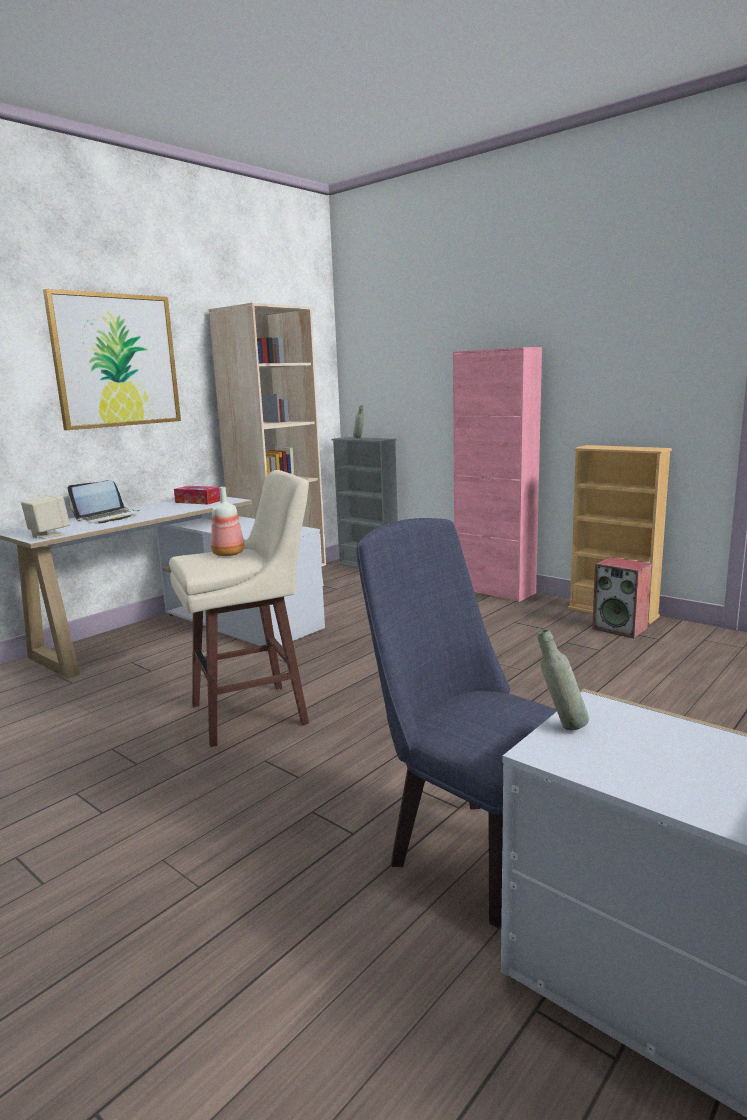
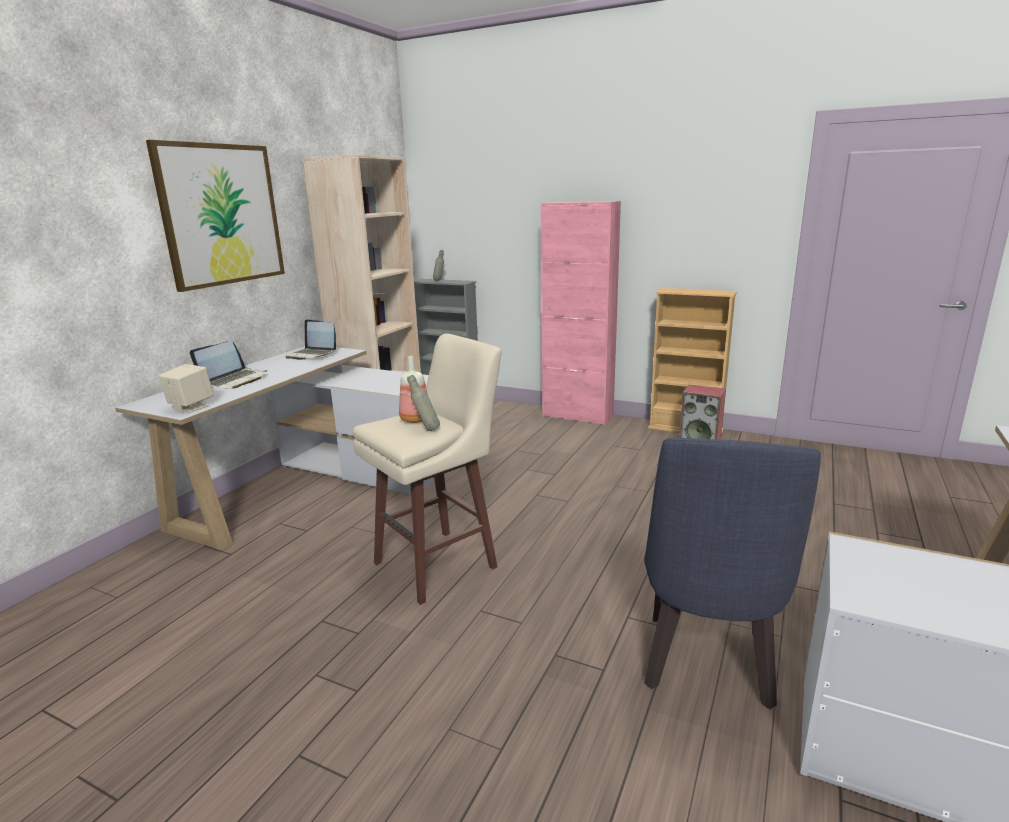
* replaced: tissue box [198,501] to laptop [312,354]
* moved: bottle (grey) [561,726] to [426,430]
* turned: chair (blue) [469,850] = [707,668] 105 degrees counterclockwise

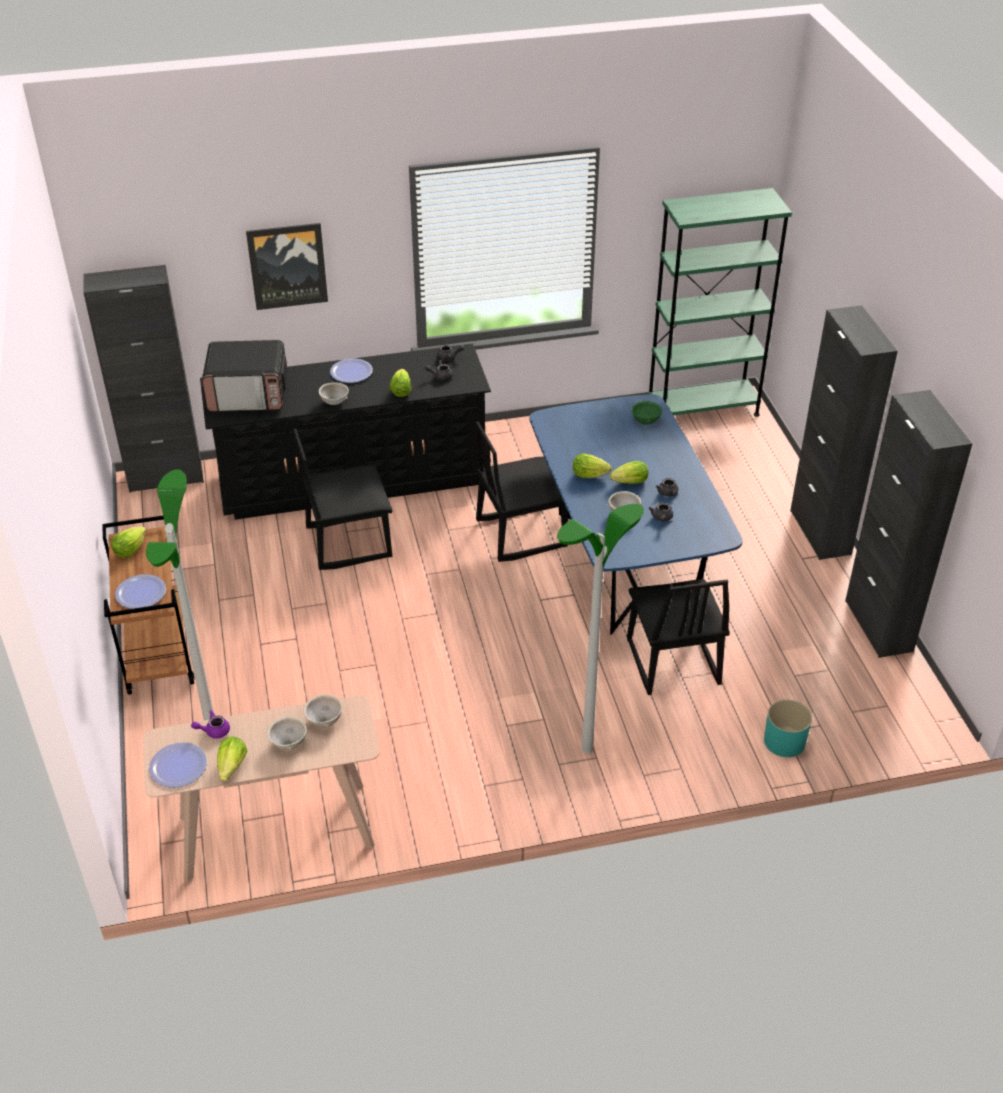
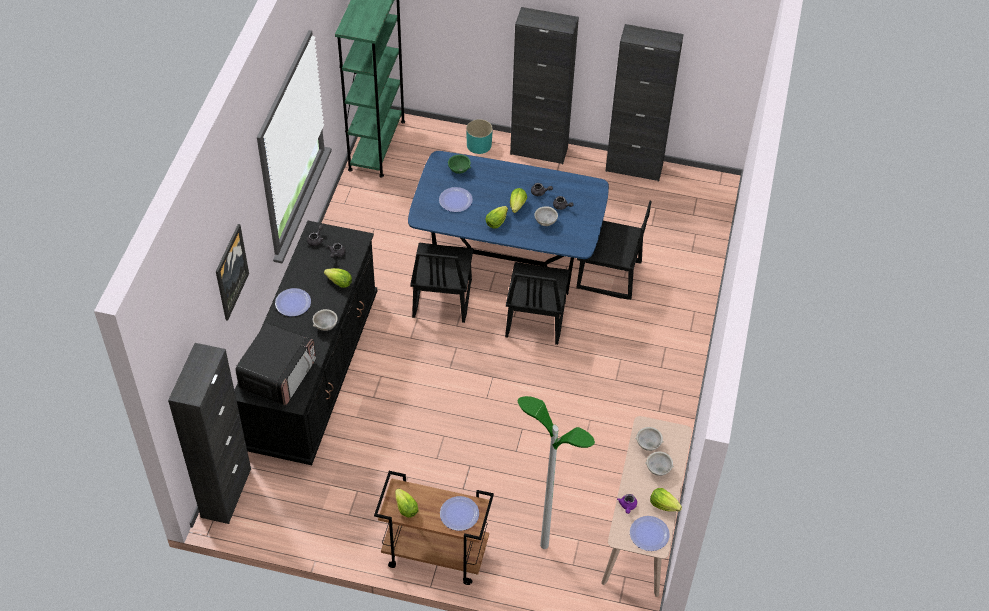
* added: plate [455,200]
* moved: planter (turquoise) [784,741] to [478,145]
* moved: chair (black) [348,542] to [534,319]
* removed: floor lamp [587,749]

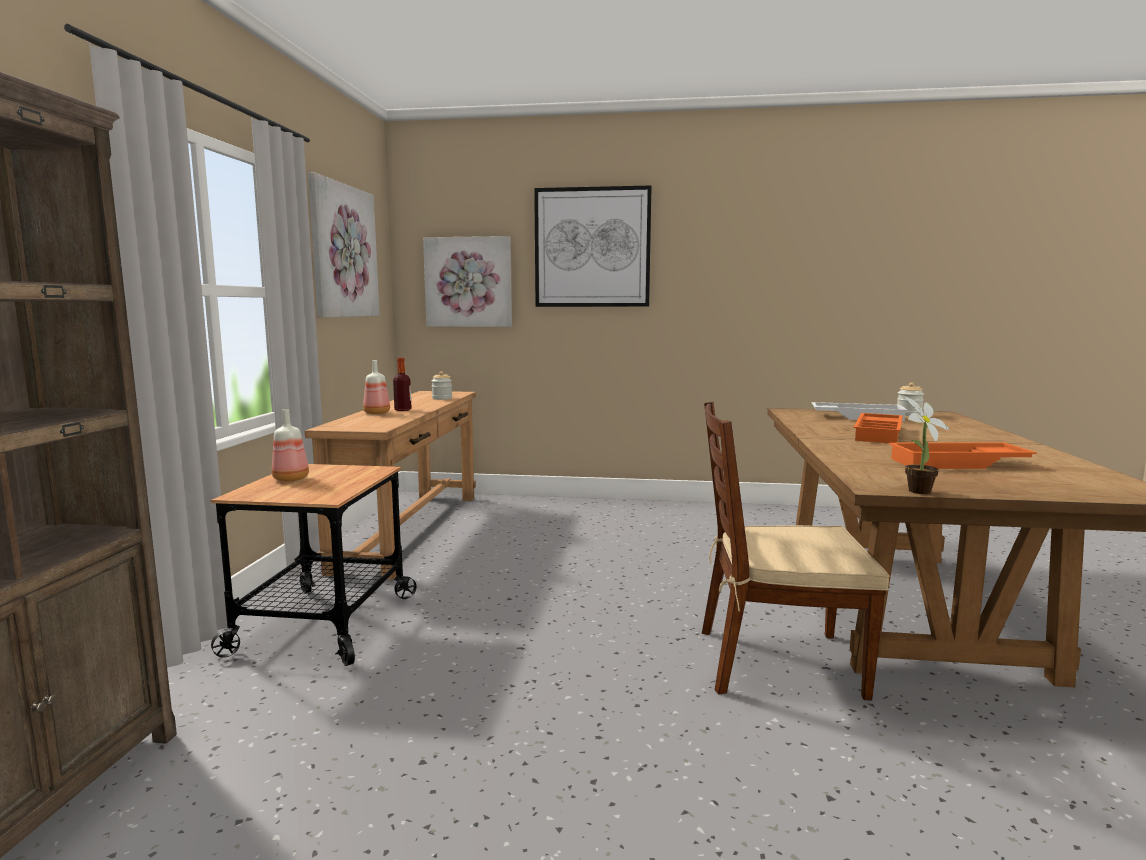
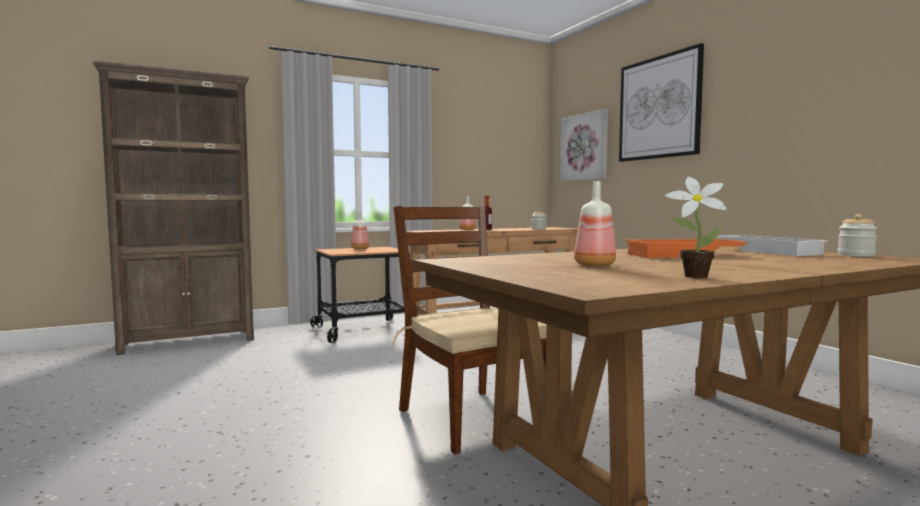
* replaced: tray (orange) [958,464] to bottle [593,265]
* moved: potted plant [916,491] to [691,276]
* removed: picture [344,251]

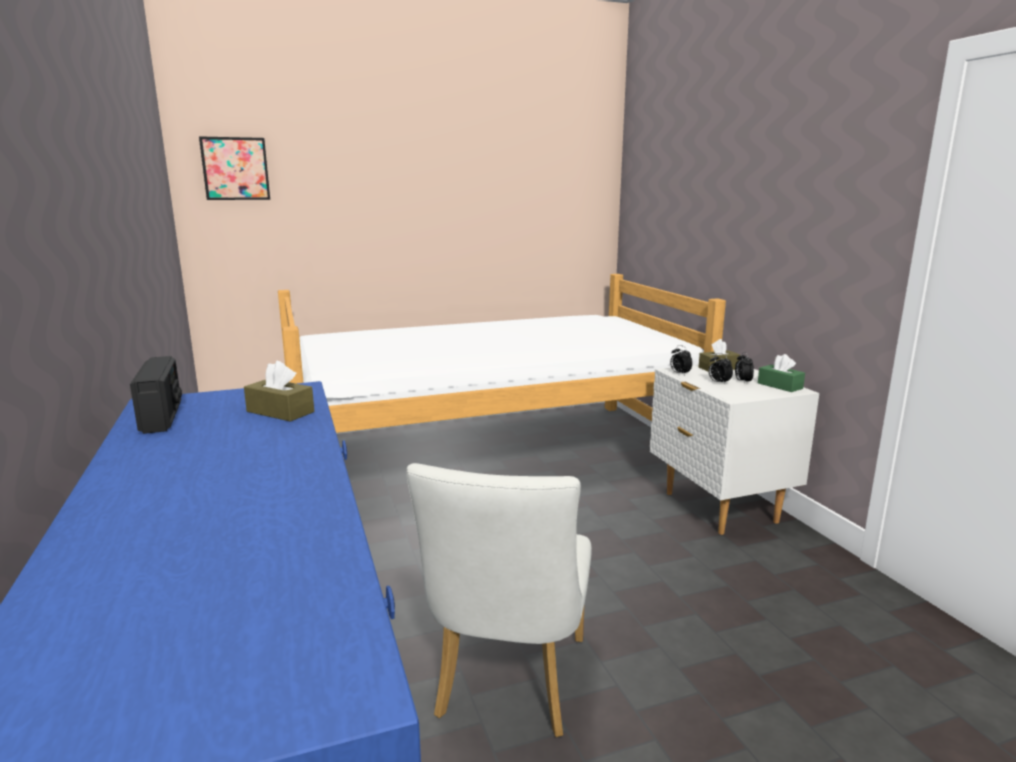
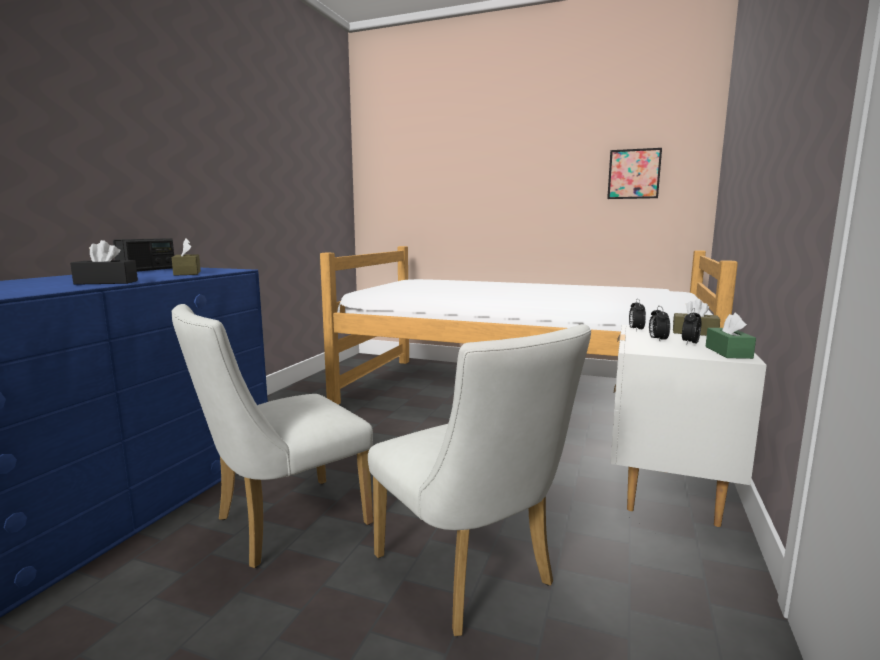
* added: tissue box (black) [106,282]
* added: chair (white) [471,577]
* moved: picture [235,168] to [634,174]

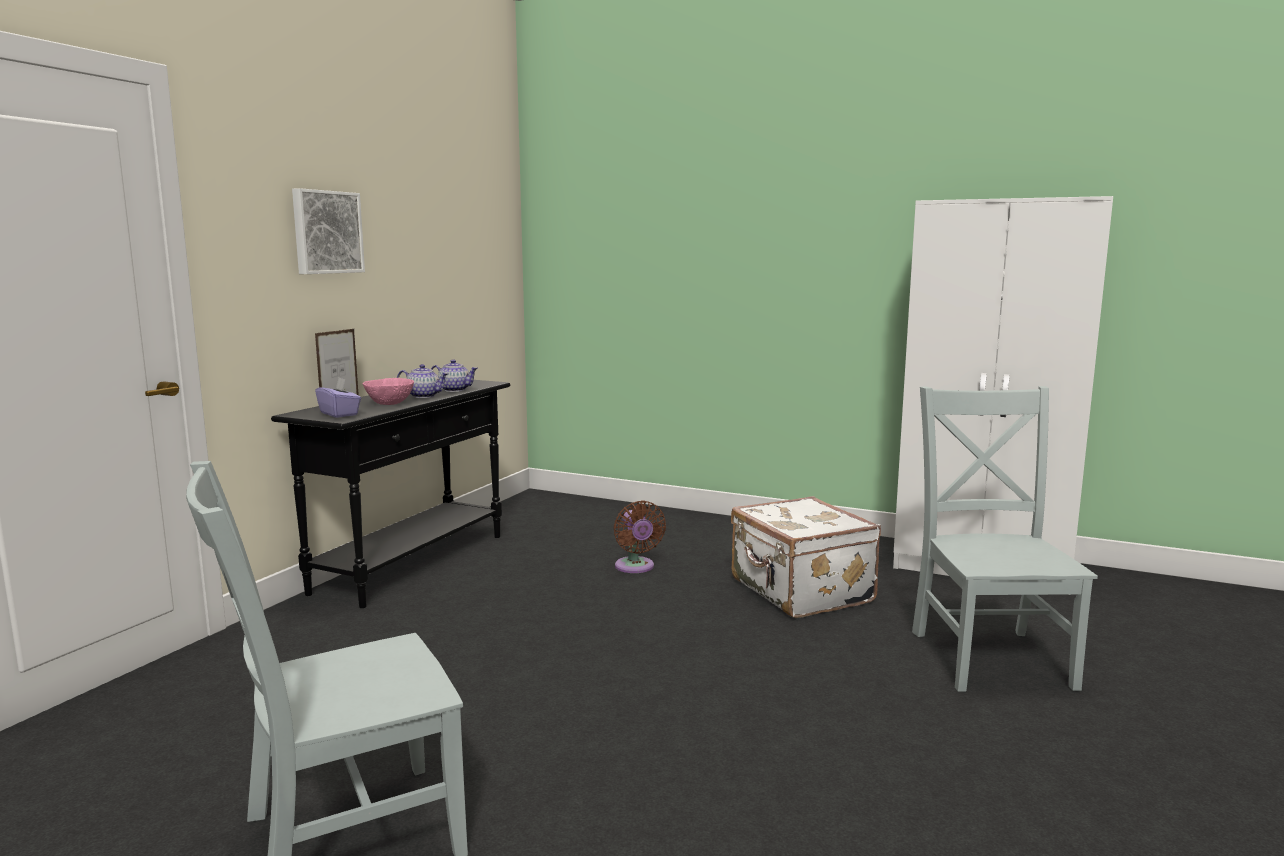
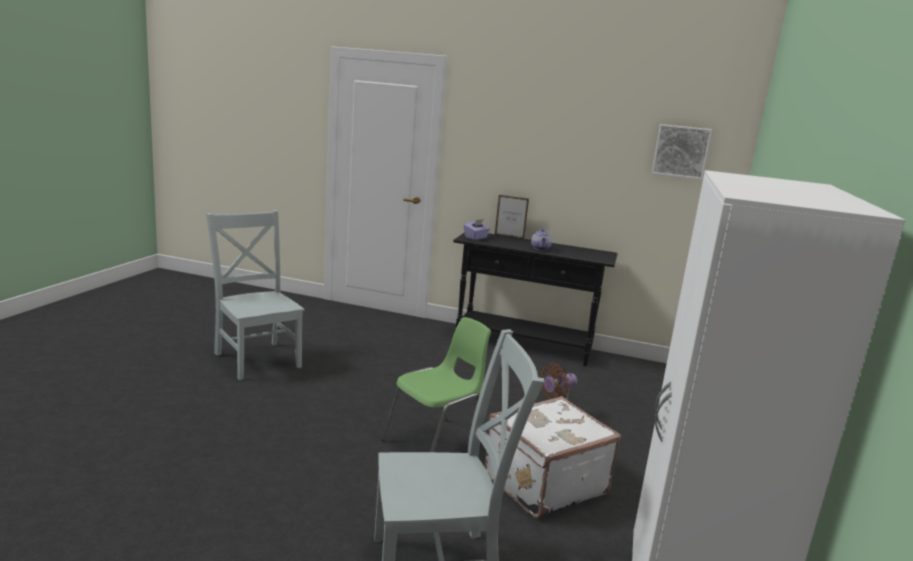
* added: chair (green) [437,444]
* moved: picture [326,232] to [680,151]
* removed: bowl (pink) [389,403]
* removed: teapot [454,390]

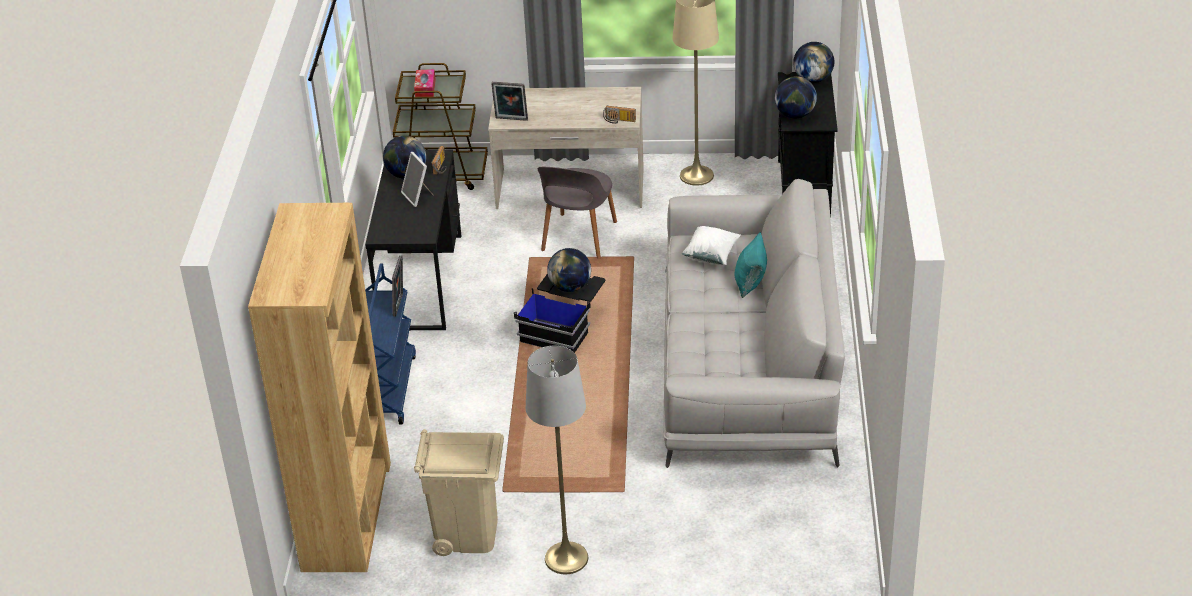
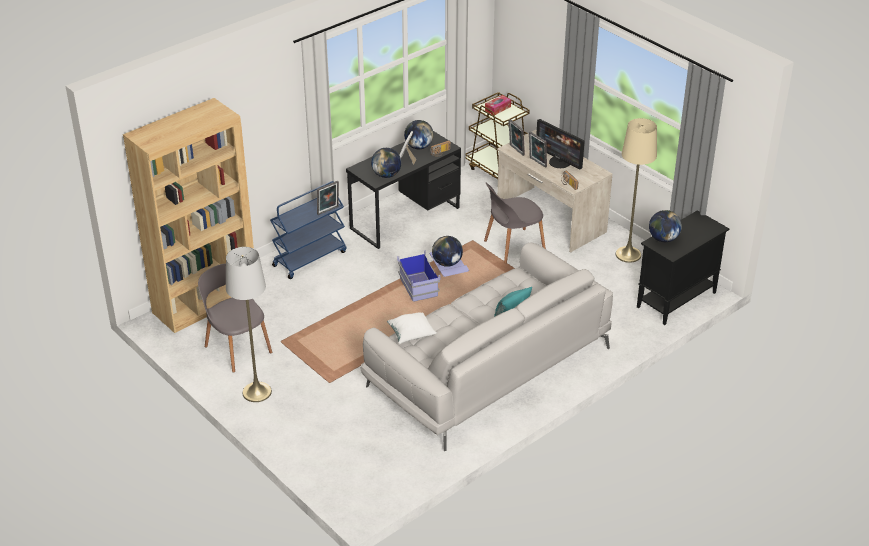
* replaced: trash can (beige) [467,533] to chair (grey) [237,348]
* moved: globe [813,79] to [386,175]
* moved: pillow (white) [711,256] to [411,335]
* recoloured: storage box (black) [563,325] to storage box (blue) [433,284]
* added: picture frame [537,162]
* added: monitor [560,162]

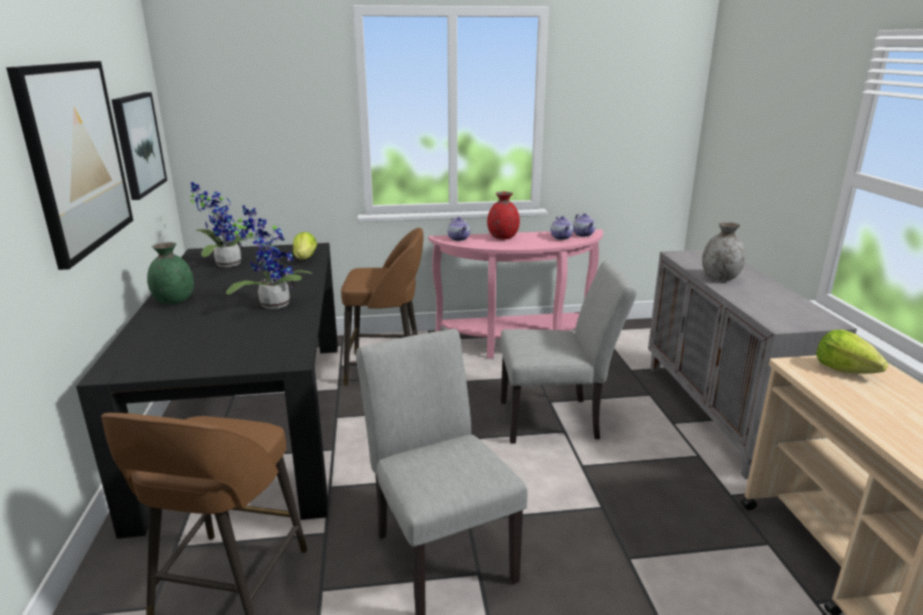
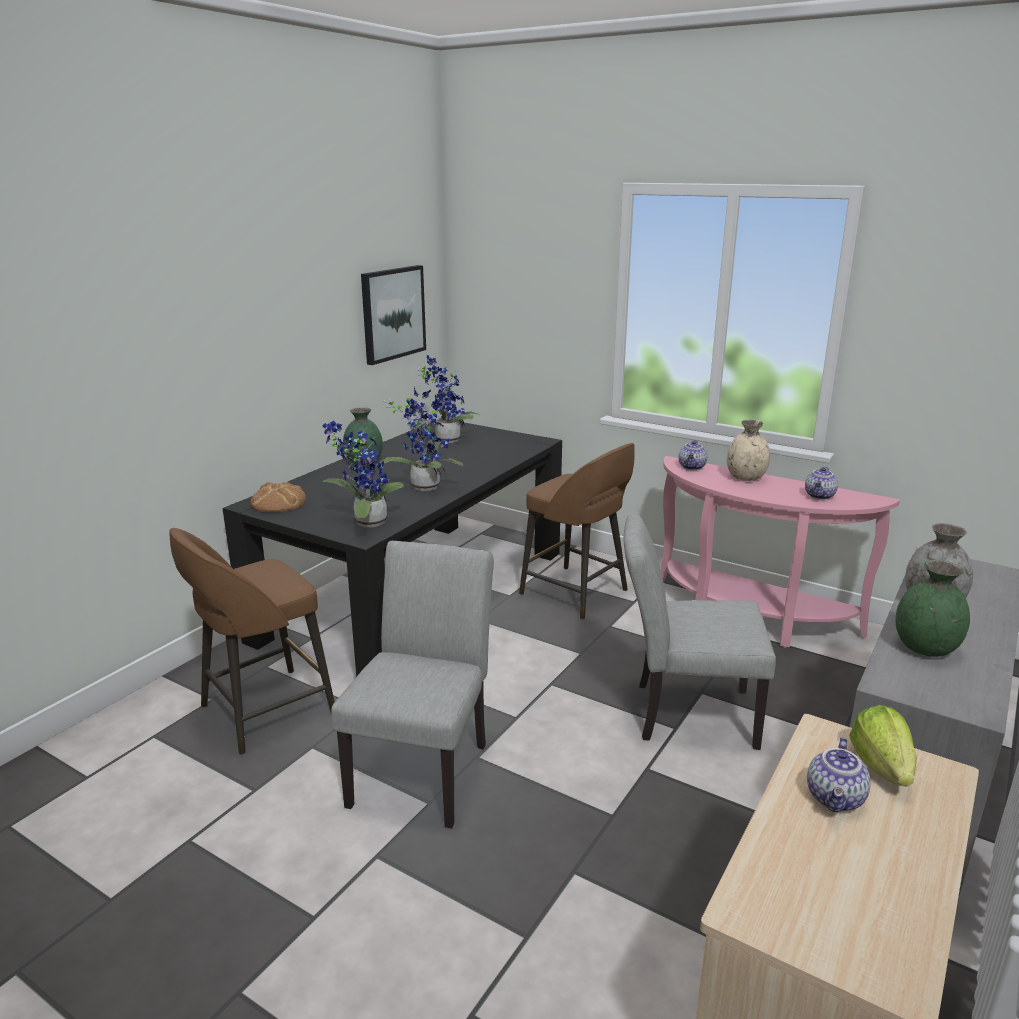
* added: bread [278,502]
* added: potted plant [366,522]
* turned: chair (grey) [557,420] = [684,714] 150 degrees clockwise
* recoloured: vase (red) [502,237] to vase (beige) [745,478]
* moved: teapot [583,234] to [836,799]
* added: vase (green) [925,648]
* removed: picture [76,157]
* removed: lettuce [305,258]

